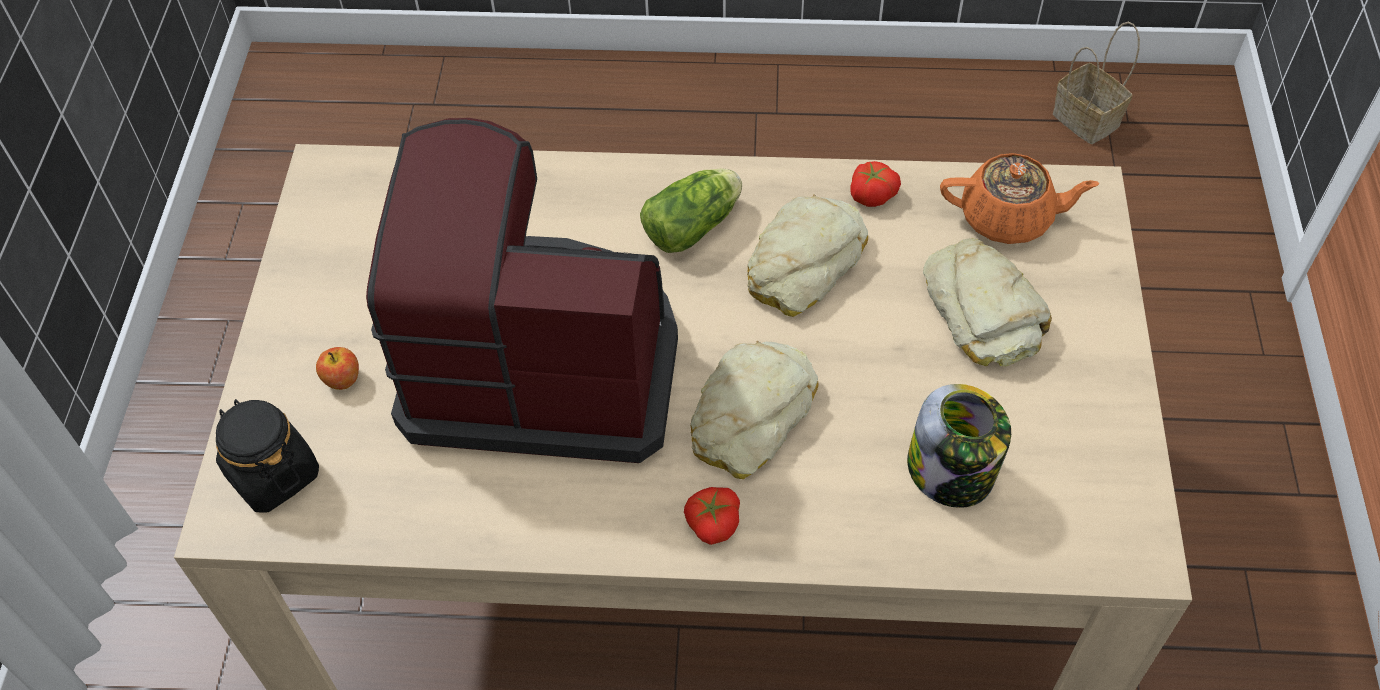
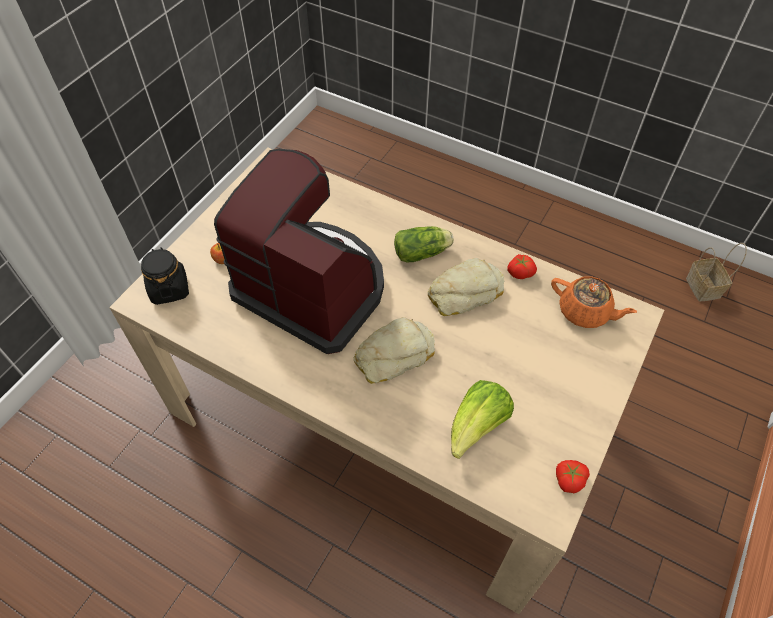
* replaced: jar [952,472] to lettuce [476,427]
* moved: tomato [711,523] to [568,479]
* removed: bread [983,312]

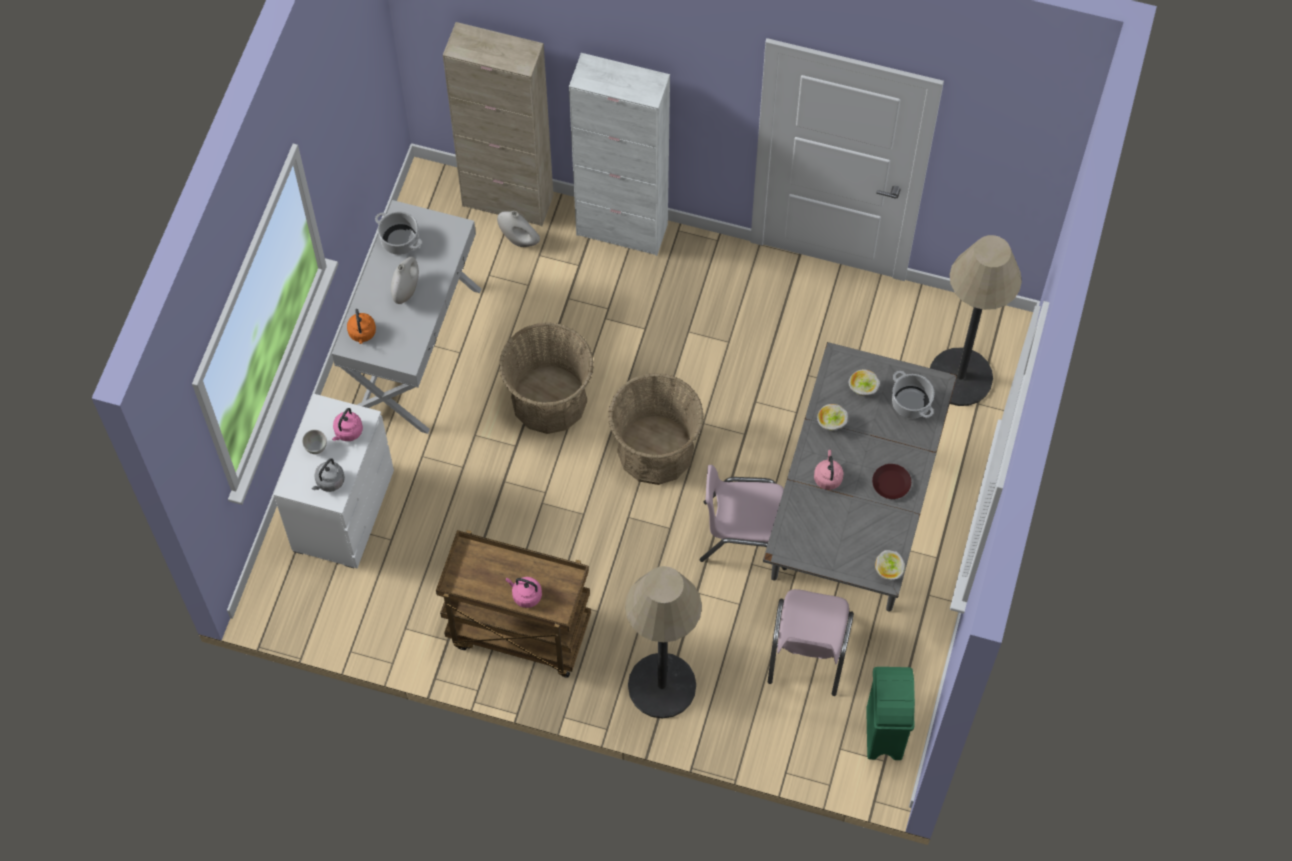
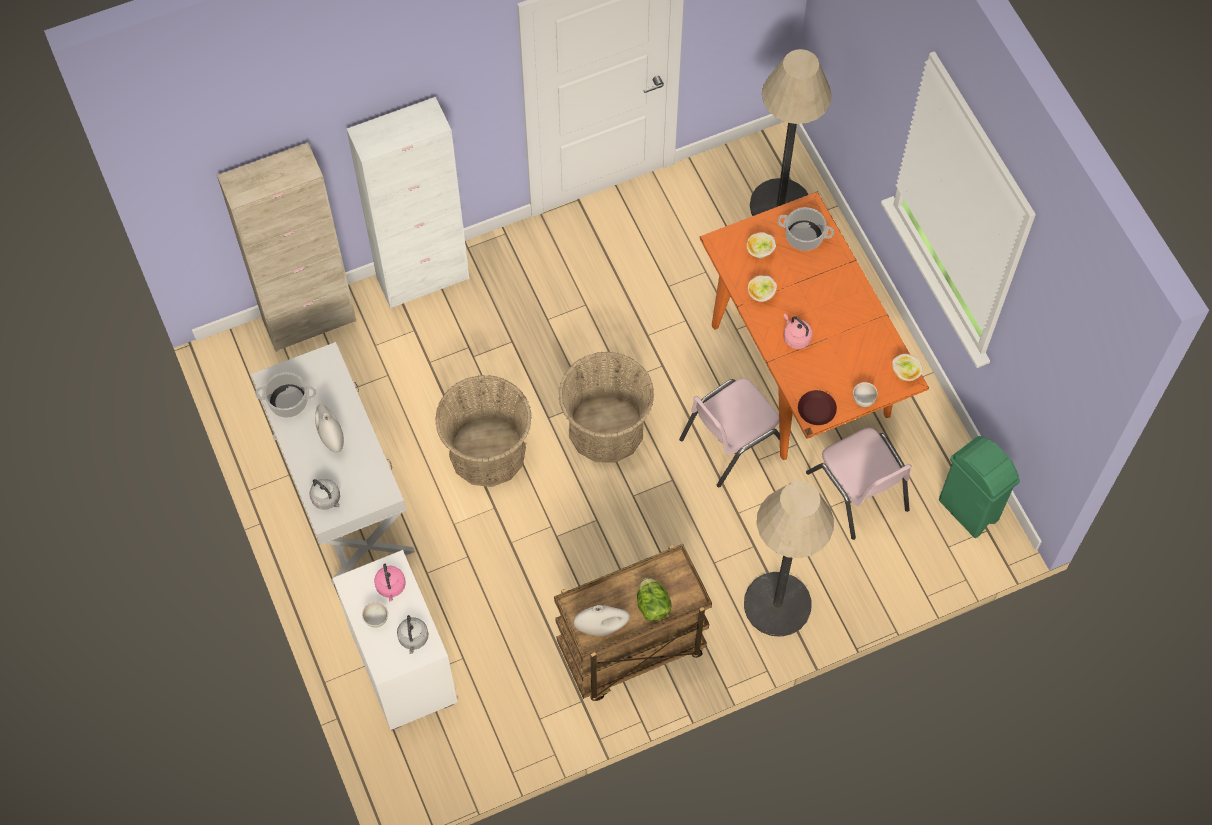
* recoloured: kettle (orange) [362,333] to kettle (grey) [327,499]
* moved: vase (white) [519,239] to [601,627]
* replaced: kettle (pink) [525,595] to lettuce [652,605]
* recoloured: dining table (grey) [851,521] to dining table (orange) [801,371]
* moved: plate (brown) [891,483] to [816,409]
* added: bowl (white) [863,400]

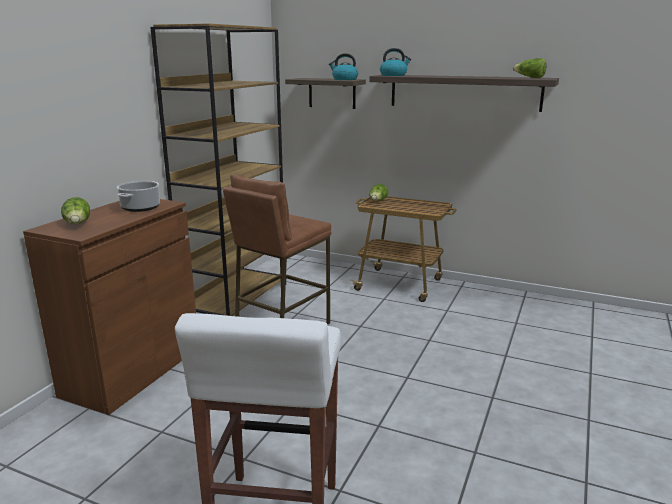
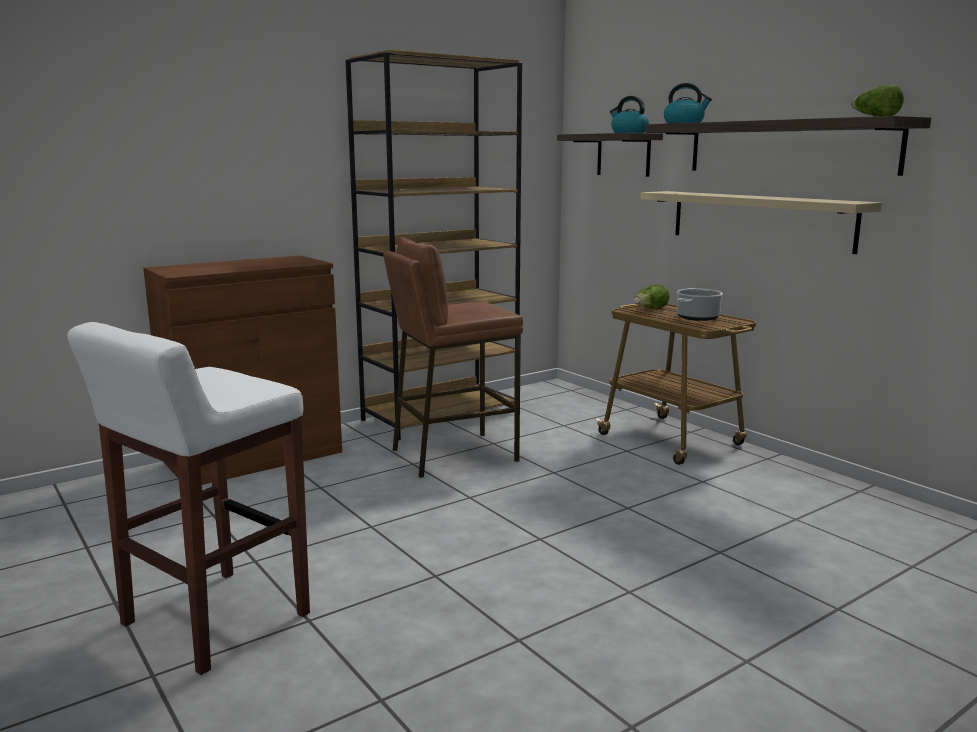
* added: shelf (beige) [759,220]
* moved: cooking pot [140,207] to [697,317]
* removed: lettuce [78,224]

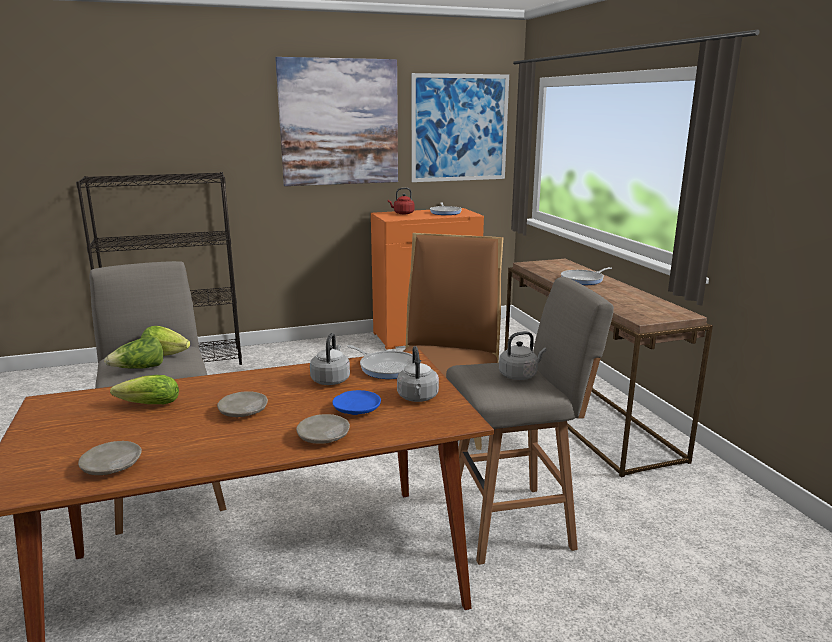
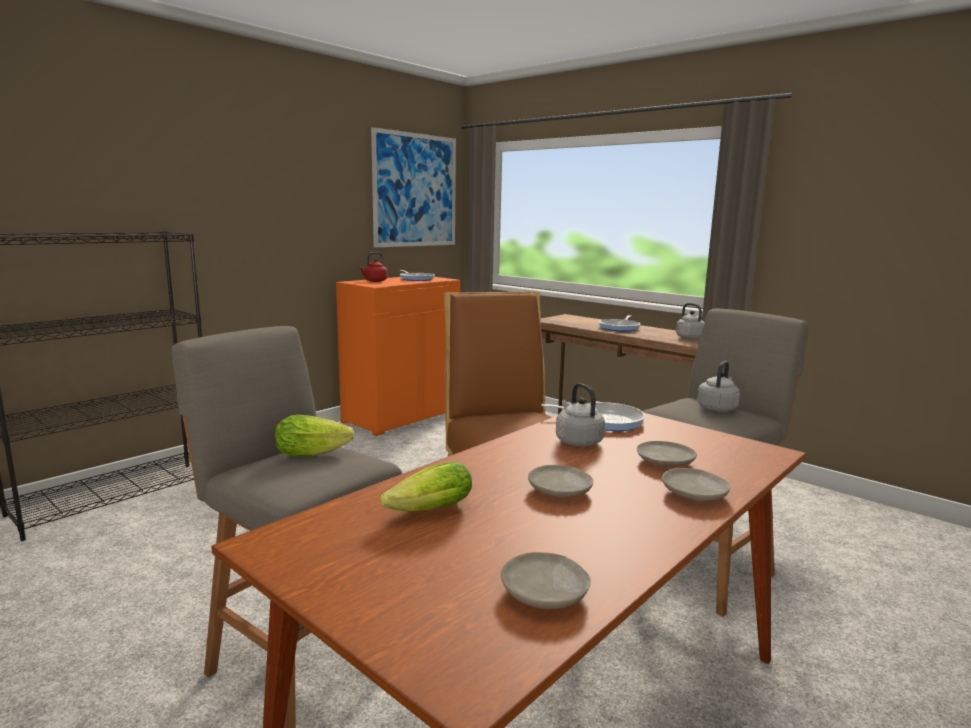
* recoloured: plate (blue) [356,409] to plate (beige) [664,462]
* moved: kettle (grey) [418,398] to [691,338]
* removed: lettuce [139,369]
* removed: picture [339,122]

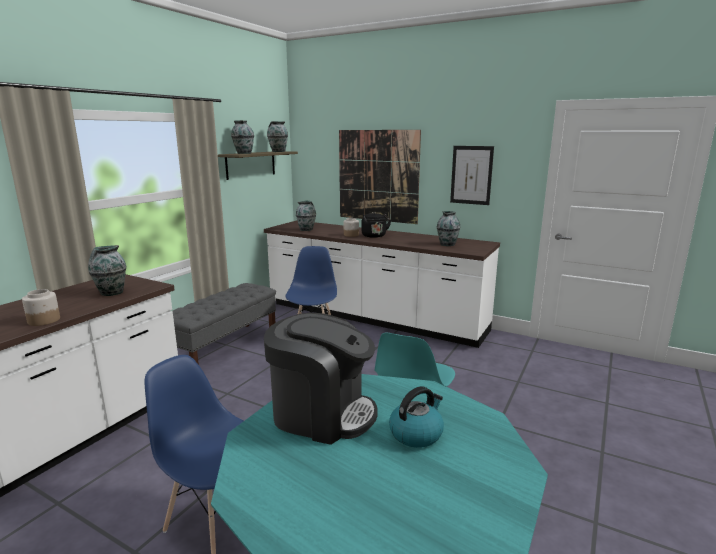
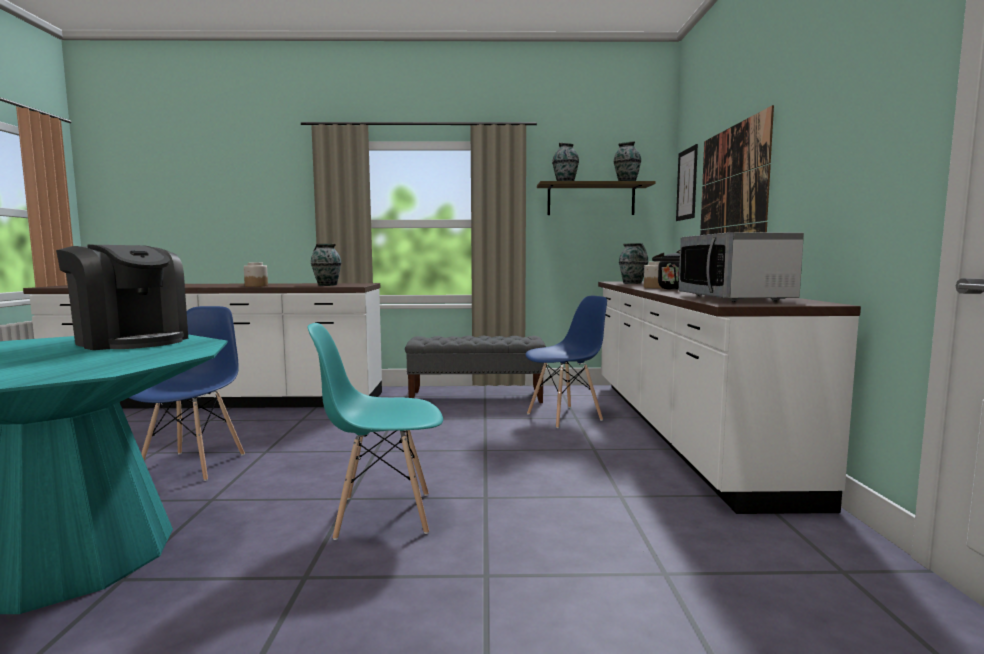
* turned: coffee machine [322,413] = [131,341] 45 degrees counterclockwise
* moved: picture [471,175] to [687,184]
* replaced: vase [447,244] to microwave [734,298]
* removed: kettle [416,433]

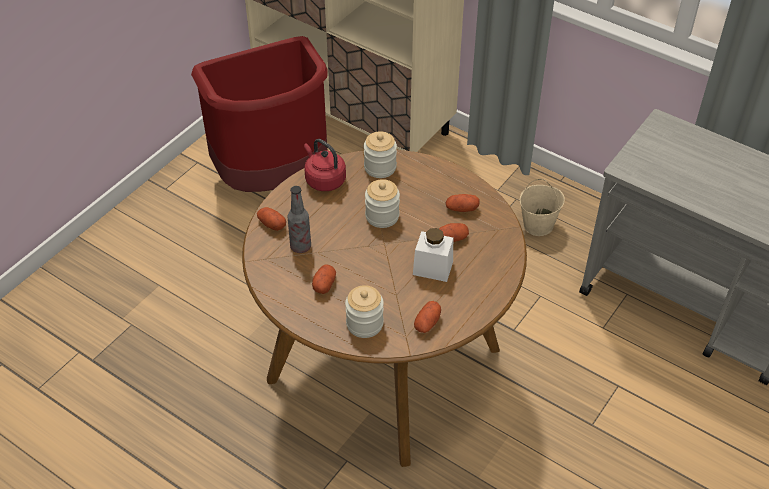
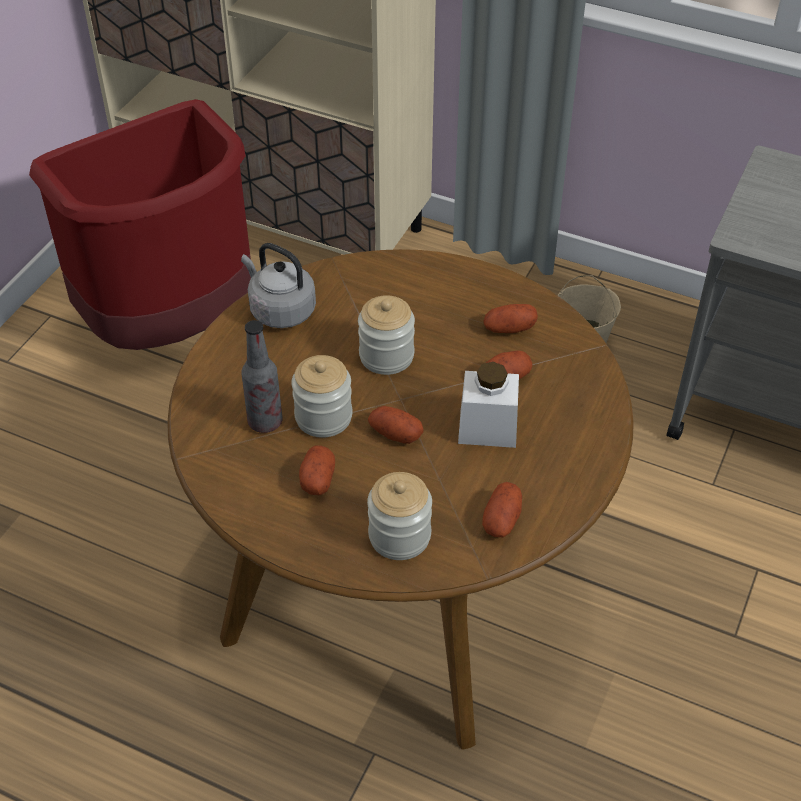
* recoloured: kettle (red) [324,180] to kettle (grey) [280,310]
* moved: jar [380,167] to [323,417]
* moved: potato [272,224] to [395,434]

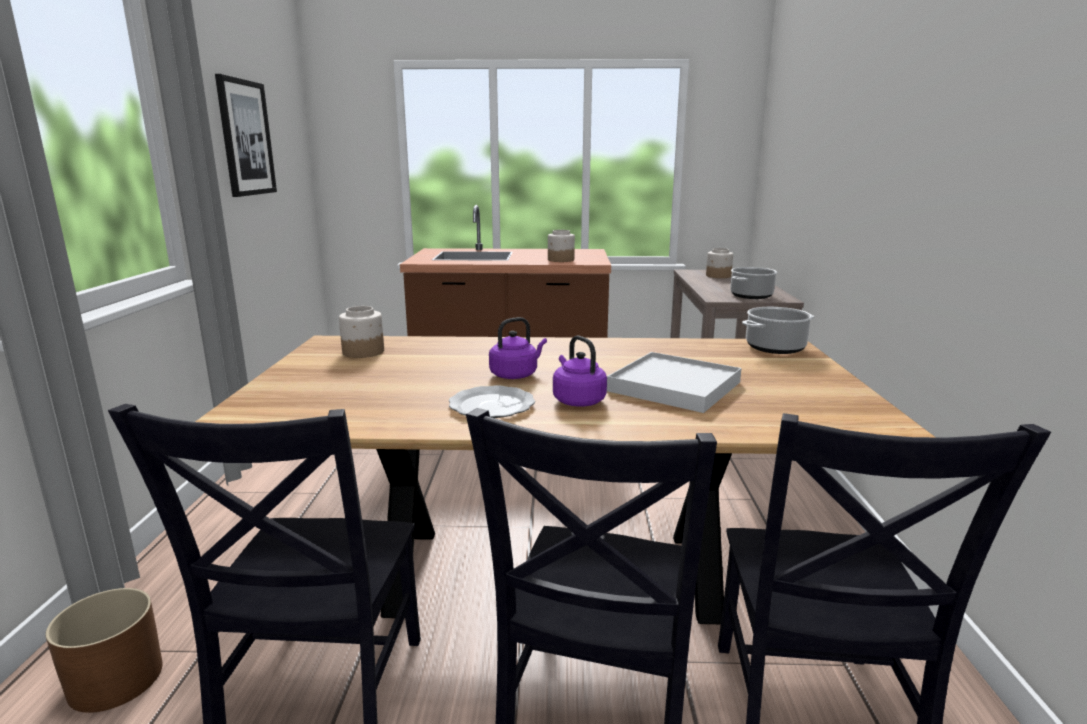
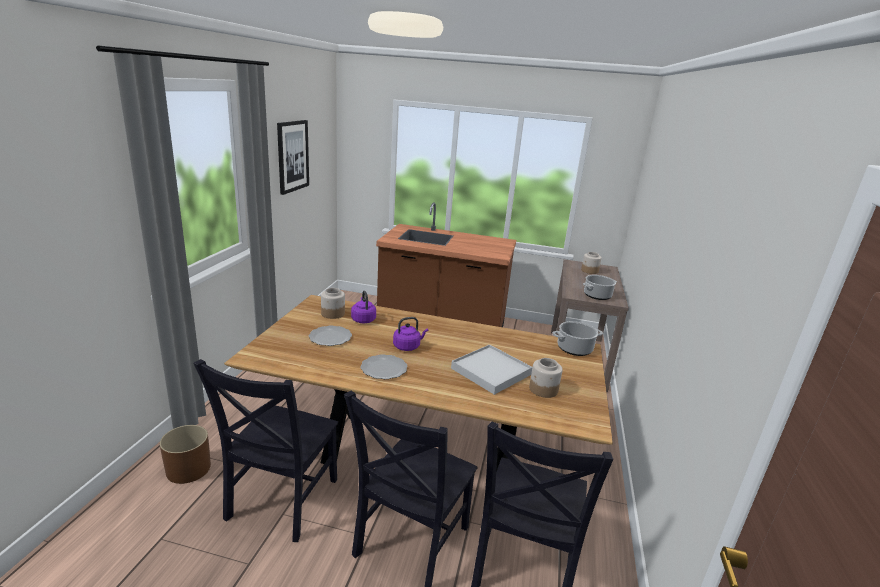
* added: plate [330,337]
* moved: kettle (purple) [577,400] to [363,319]
* moved: jar [560,260] to [543,390]

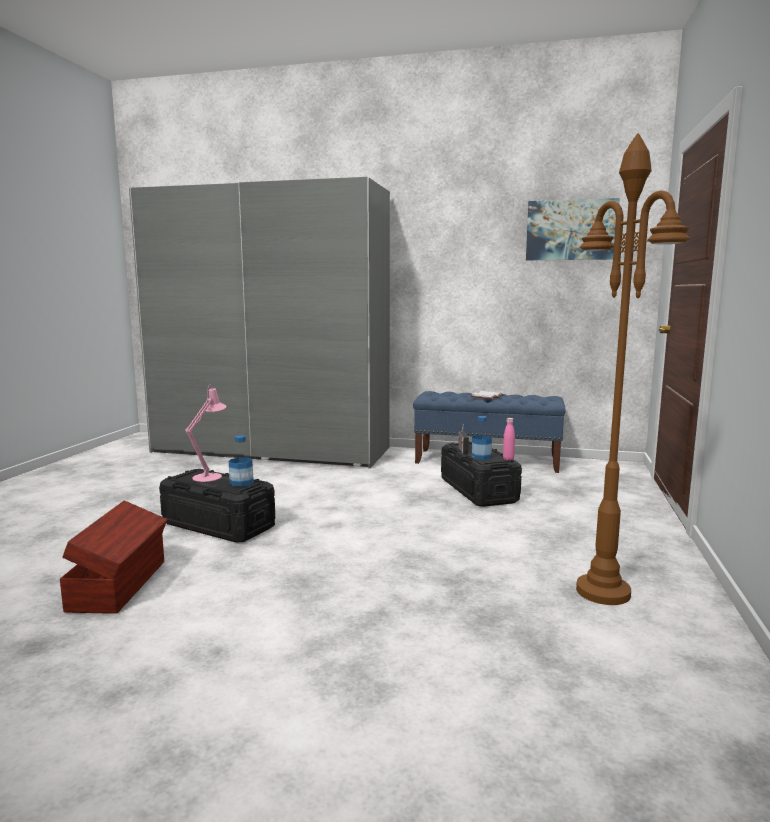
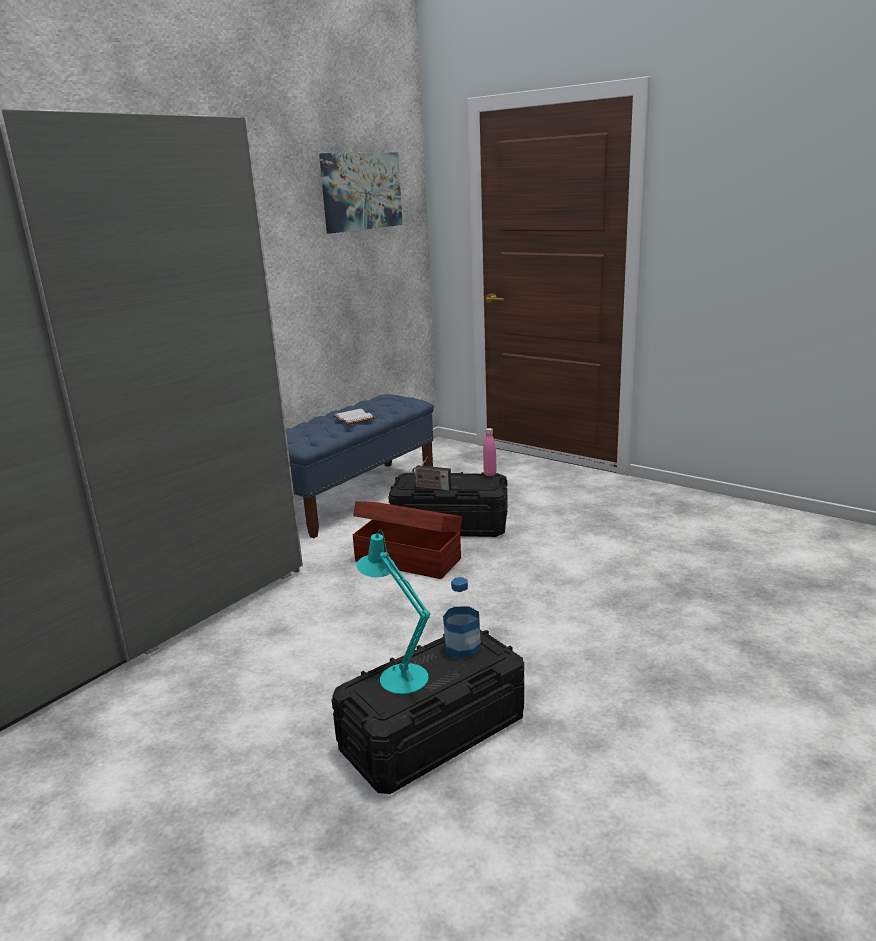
* moved: storage box (brown) [120,584] to [407,559]
* recoloured: table lamp (pink) [210,476] to table lamp (turquoise) [399,675]
* removed: bottle [481,457]
* removed: floor lamp (brown) [603,592]

